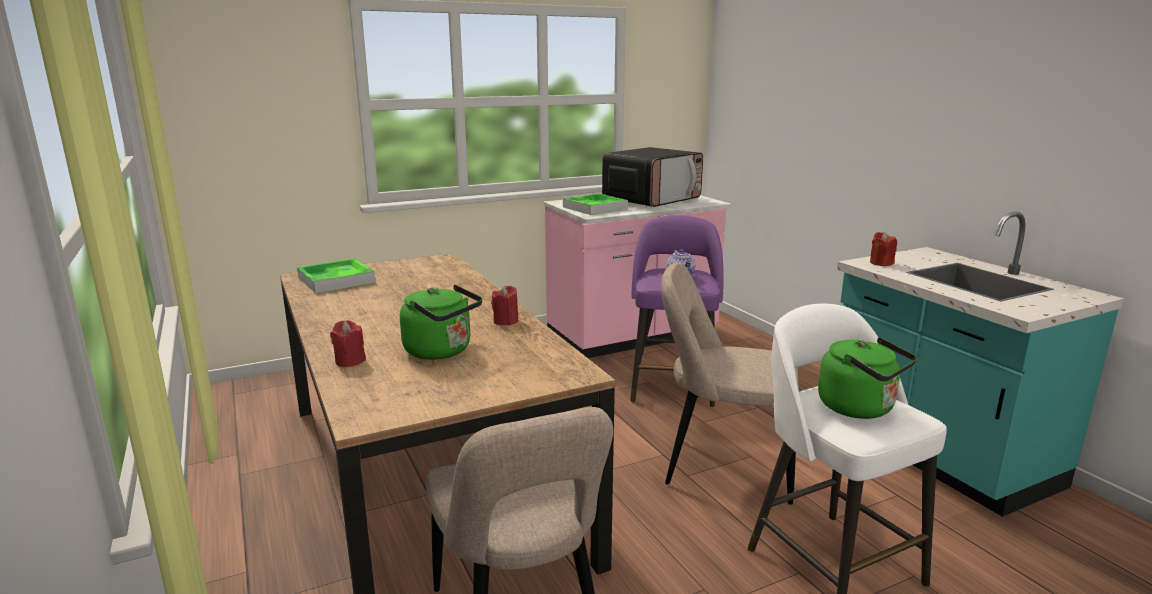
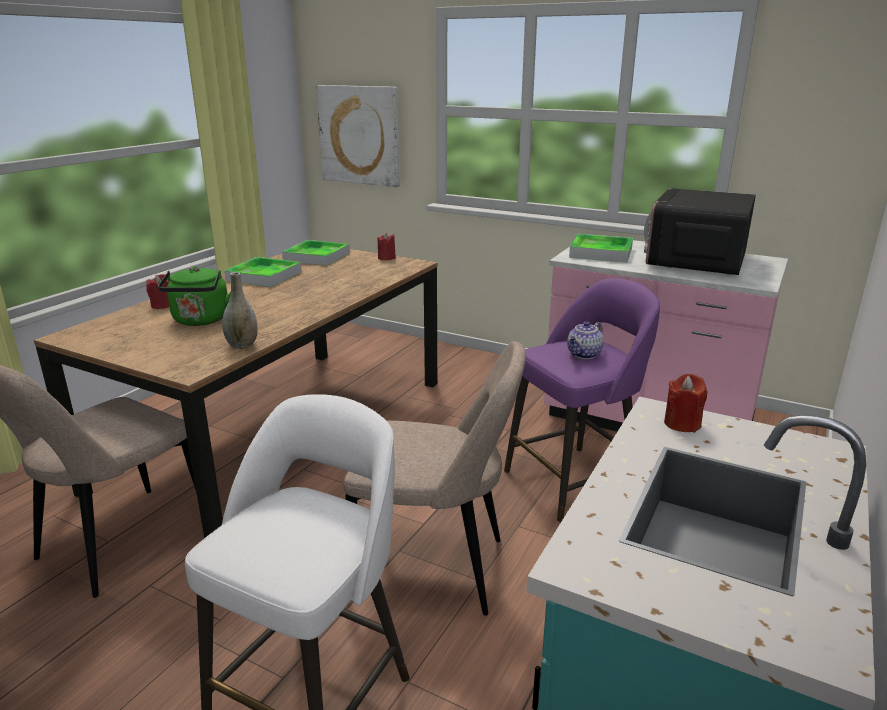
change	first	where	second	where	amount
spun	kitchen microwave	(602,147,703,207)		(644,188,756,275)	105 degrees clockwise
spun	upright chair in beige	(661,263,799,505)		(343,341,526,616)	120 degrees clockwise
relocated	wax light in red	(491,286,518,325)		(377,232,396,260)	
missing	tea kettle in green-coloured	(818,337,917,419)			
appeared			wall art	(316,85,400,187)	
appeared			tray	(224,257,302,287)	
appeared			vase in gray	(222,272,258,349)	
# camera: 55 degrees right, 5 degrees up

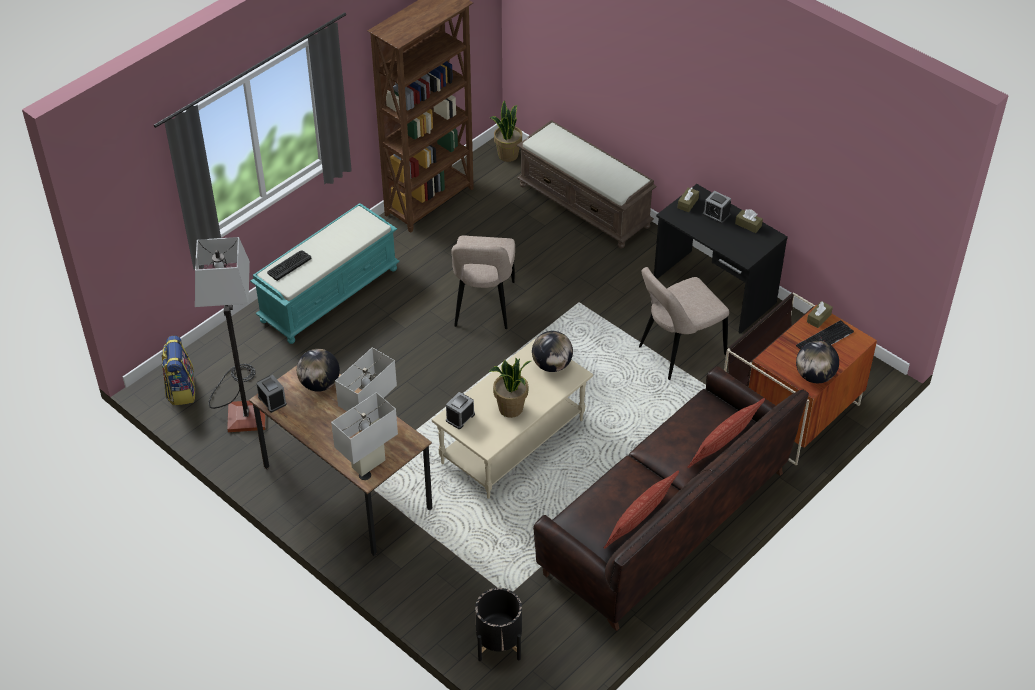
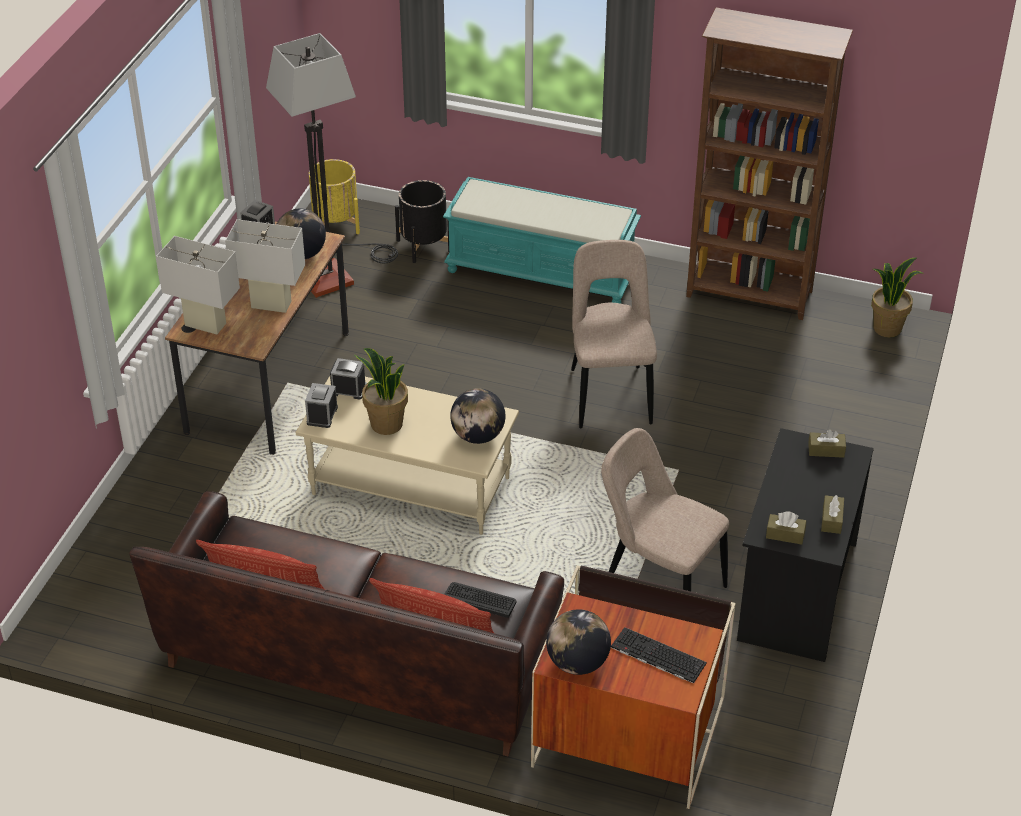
change	first	where	second	where	amount
missing	long seat in brown-coloured	(517,120,657,248)			
relocated	bedside clock	(702,191,731,224)		(305,383,338,428)	
spun	upright chair in beige	(451,235,515,329)		(571,240,657,428)	105 degrees clockwise
relocated	PC keyboard	(267,250,312,281)		(444,582,516,618)	
relocated	tissue holder in brown-coloured	(807,301,833,328)		(766,511,806,545)	
exchanged	knapsack	(162,335,195,405)	planter in yellow	(309,159,360,234)	
relocated	planter in black	(475,588,522,661)		(395,180,449,263)	
# camera: 65 degrees right, 5 degrees down

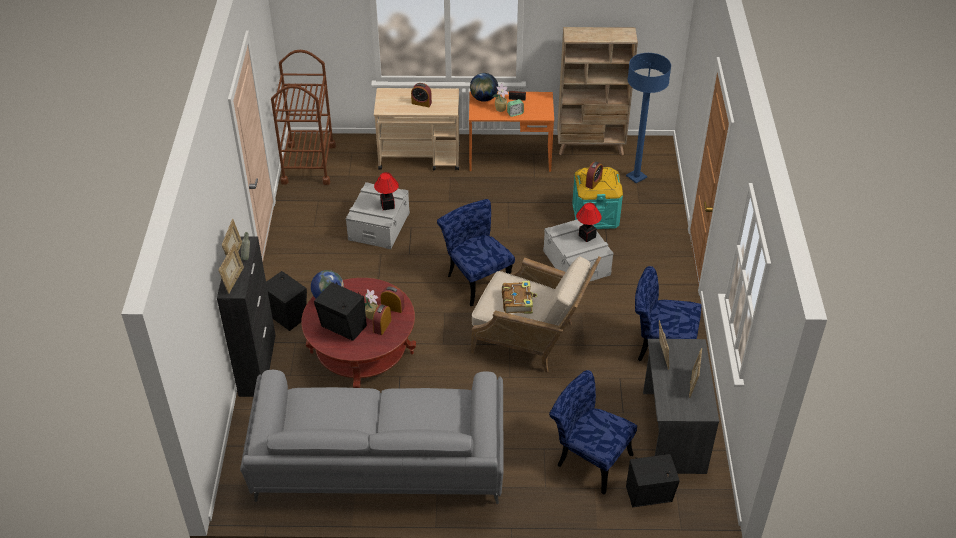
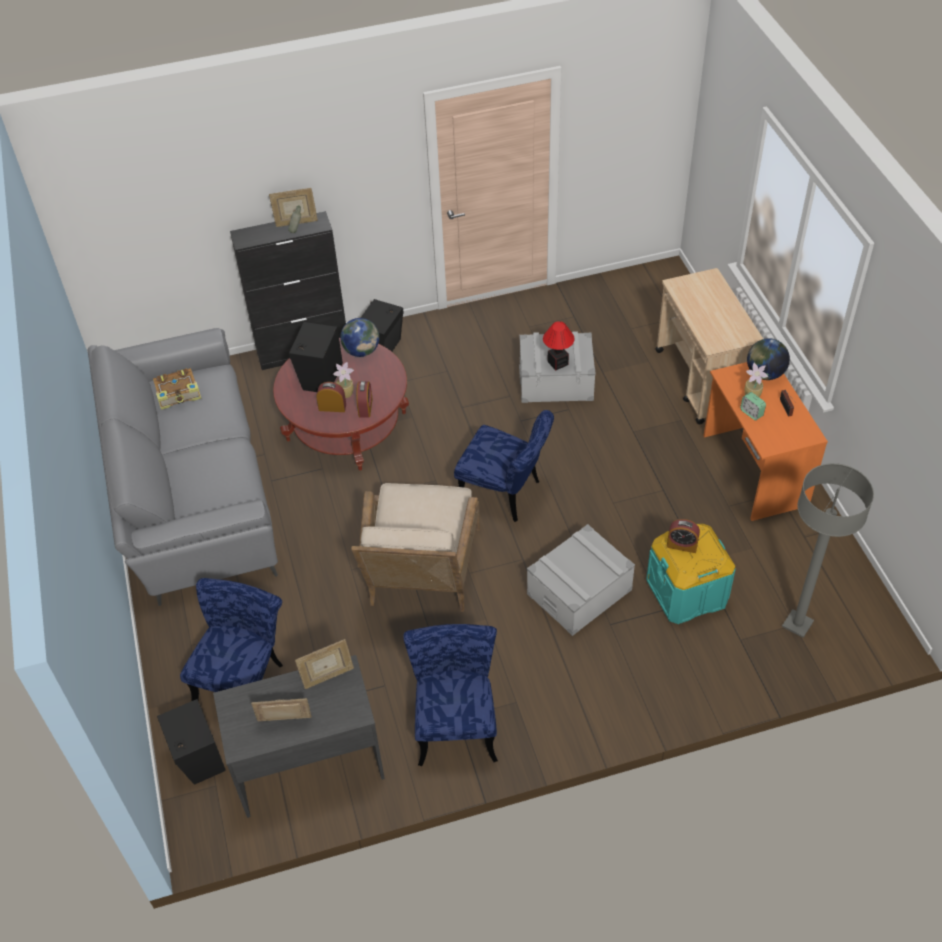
change	first	where	second	where	amount
missing	shelving unit in beige	(557,27,638,155)			
missing	trolley in brown-coloured	(271,50,336,185)			
colour	floor lamp in bluish	(626,53,671,183)	floor lamp in gray	(782,463,874,638)	
missing	bedside clock	(411,83,432,107)			
spun	upright chair in bluish	(437,199,515,306)		(454,410,554,522)	75 degrees clockwise
missing	table lamp	(576,203,601,242)			
missing	standing frame	(218,243,244,294)			
relocated	bound book	(502,281,538,314)		(153,368,202,410)	
# camera: 75 degrees right, 5 degrees up

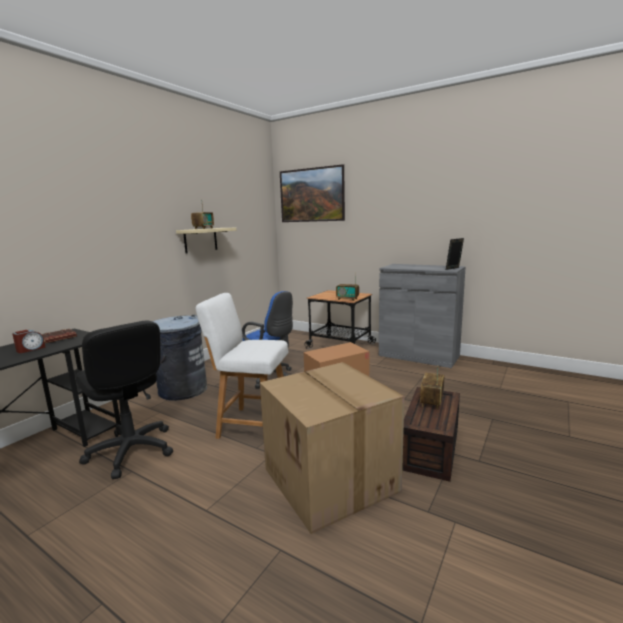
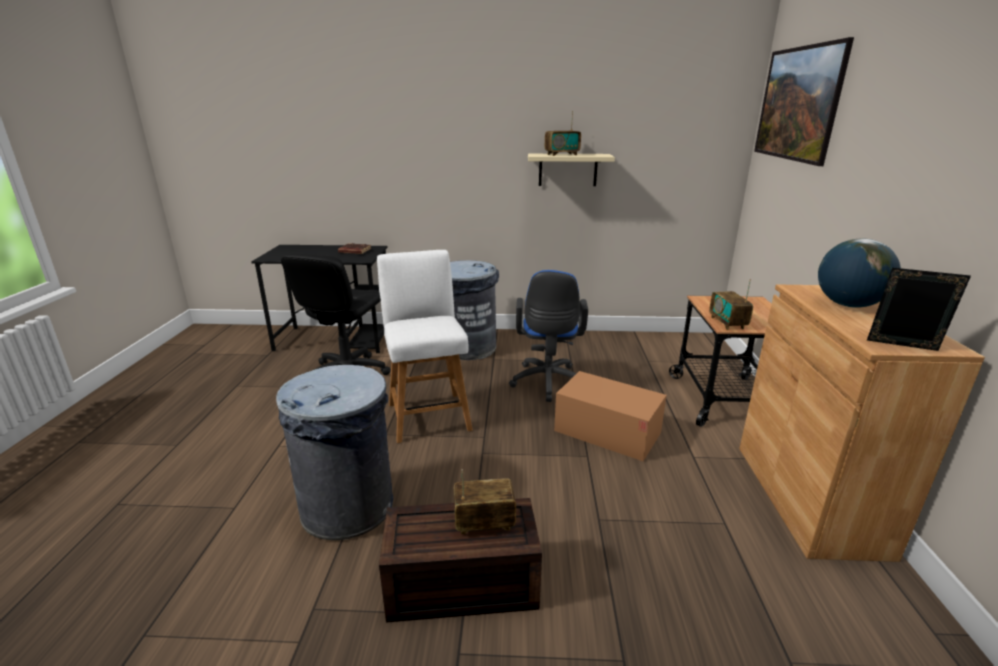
change	first	where	second	where	amount
colour	storage cabinet in gray	(379,264,466,368)	storage cabinet in brown-coloured	(739,285,985,562)	
missing	bedside clock	(12,330,45,353)			
exchanged	cardboard box	(260,362,405,534)	rubbish bin in gray	(276,365,393,540)	
appeared			desk globe	(818,239,901,308)	
# camera: 60 degrees right, 10 degrees up

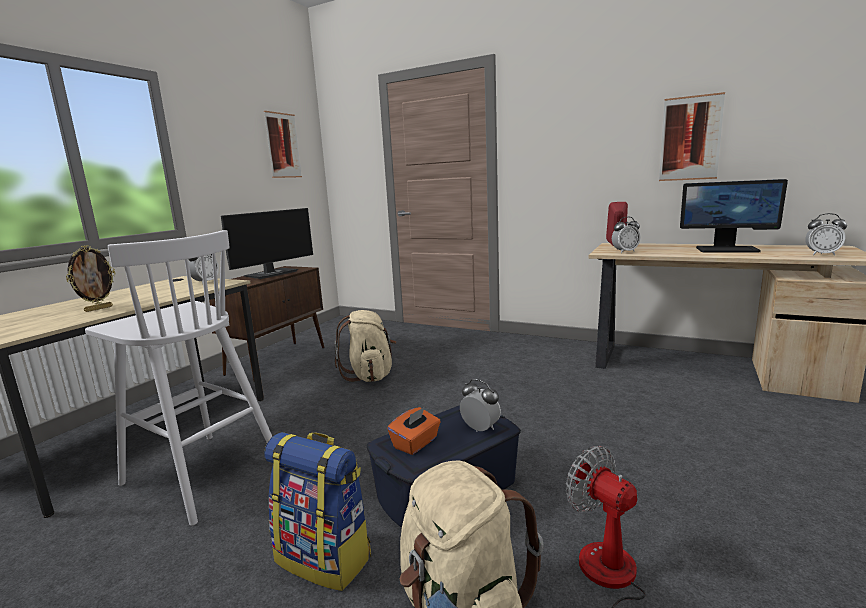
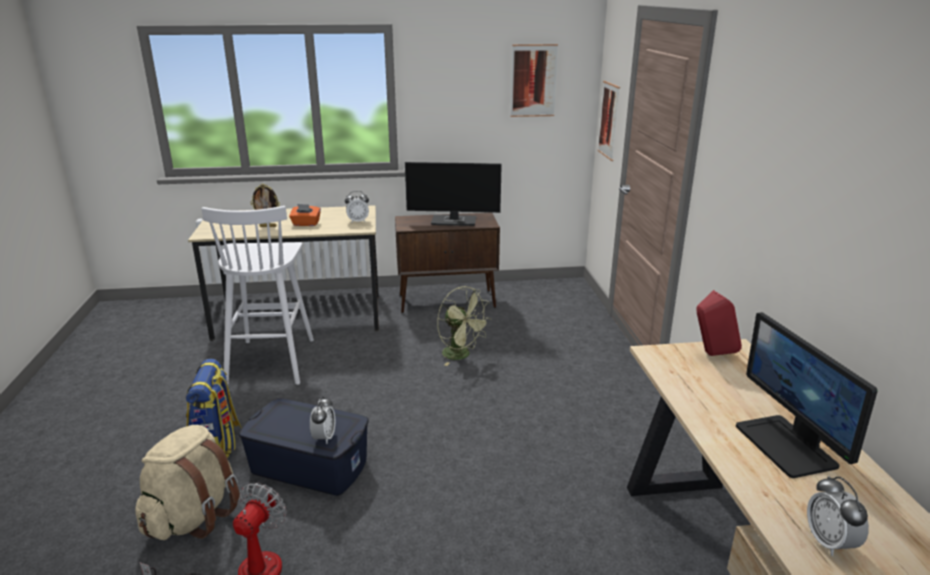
change	first	where	second	where	amount
relocated	wall art	(659,92,725,181)		(597,81,620,161)	
missing	bedside clock	(612,217,640,253)			
exchanged	knapsack in beige	(334,310,397,382)	electric fan in green-coloured	(437,286,491,366)	
relocated	tissue holder in orangey	(387,407,441,455)		(289,204,321,226)	
# camera: 55 degrees right, 10 degrees up

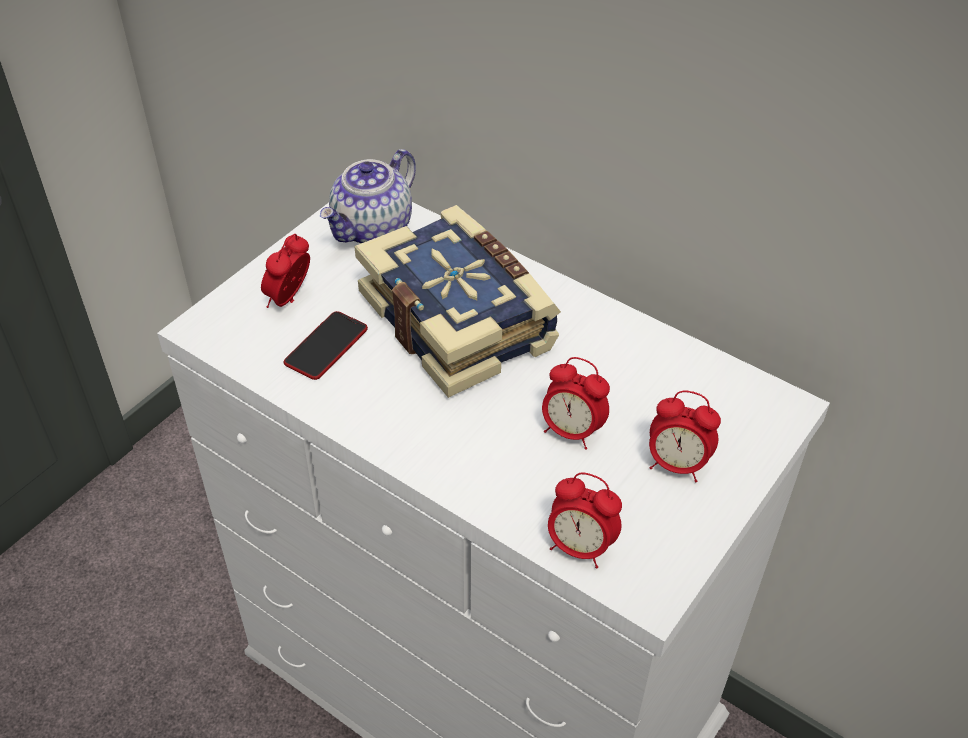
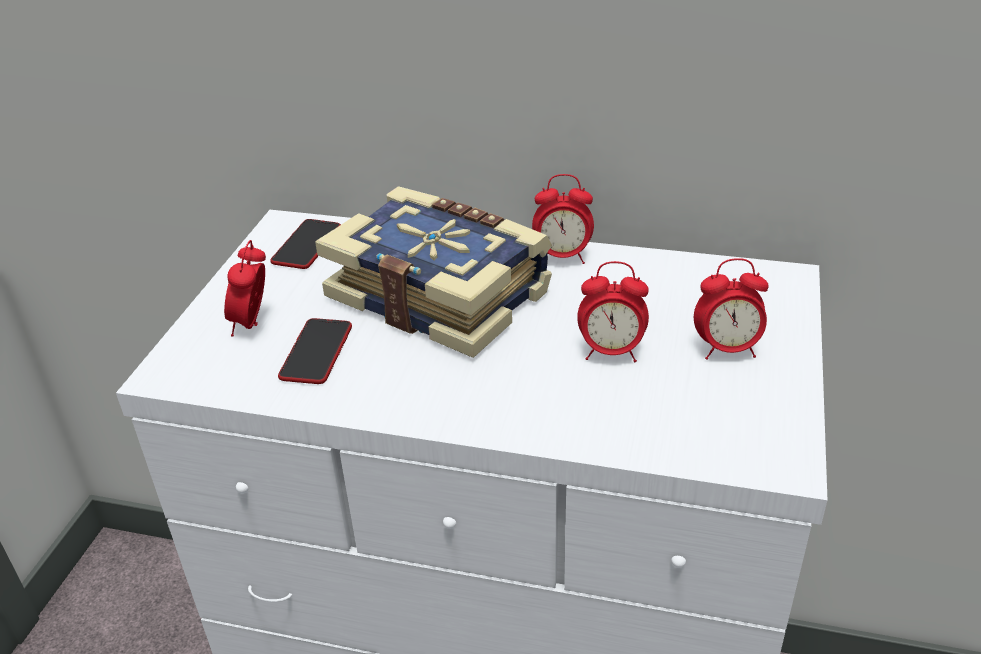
change	first	where	second	where	amount
exchanged	teapot	(320,149,416,244)	handset	(270,219,341,269)	
relocated	bedside clock	(548,472,622,568)		(532,174,594,264)	
# camera: 20 degrees left, 10 degrees down

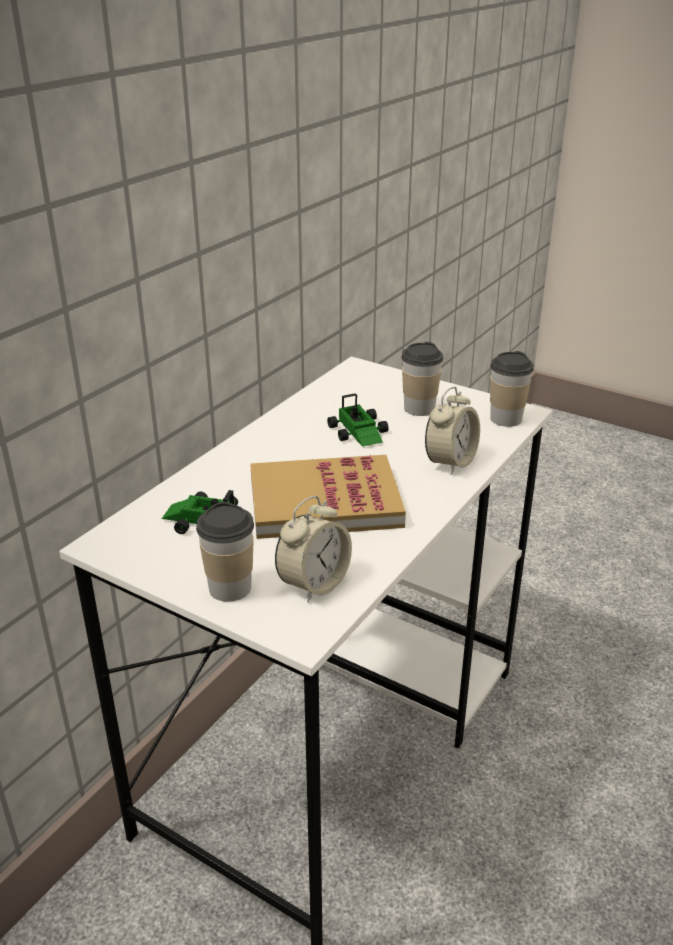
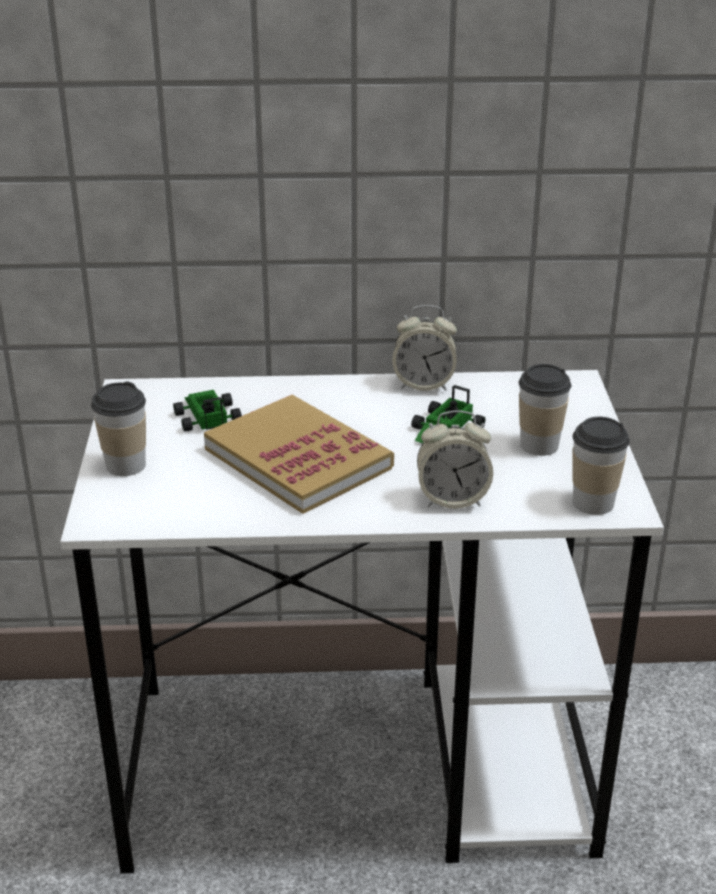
change	first	where	second	where	amount
relocated	bedside clock	(275,496,352,603)		(392,305,457,391)	
# camera: 55 degrees right, 0 degrees up

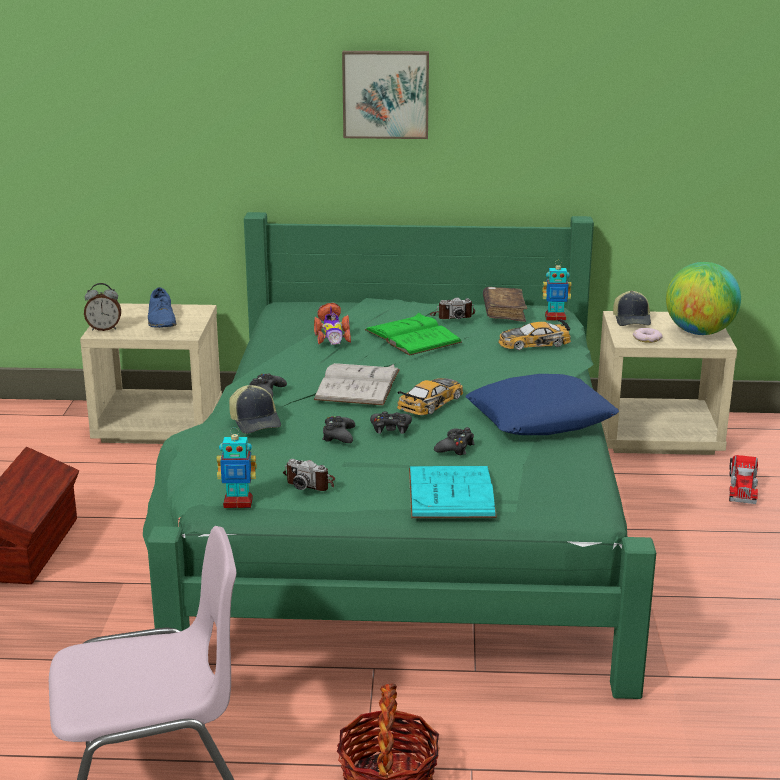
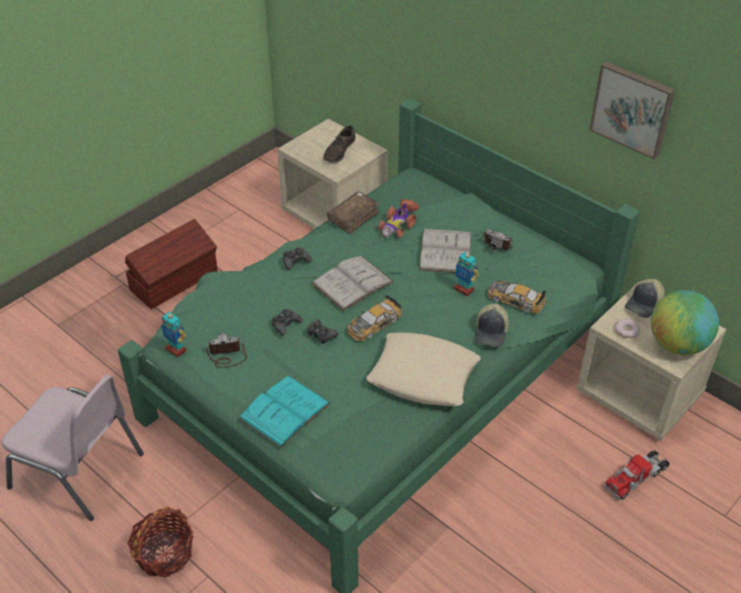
change	first	where	second	where	amount
relocated	wall art	(342,51,429,139)		(589,61,675,159)	
relocated	model robot	(542,260,571,321)		(454,250,479,296)	
missing	bedside clock	(84,283,121,331)			
colour	item of footwear in bluish	(148,287,176,328)	item of footwear in brown-coloured	(323,125,355,163)	
relocated	bound book in brown-coloured	(483,287,527,322)		(327,191,380,234)	
colour	bound book in green-coloured	(365,313,462,356)	bound book in whitish	(419,229,471,273)	
colour	throw pillow in bluish	(465,374,619,435)	throw pillow in beige	(366,332,481,406)	
spun	miniature car	(397,378,463,415)		(347,295,402,341)	150 degrees clockwise
relocated	baseball cap	(229,385,281,434)		(474,303,509,347)	
missing	gamepad in black	(434,427,475,455)			
spun	still camera	(283,459,335,491)		(206,333,247,368)	105 degrees clockwise
# camera: 40 degrees right, 20 degrees up

